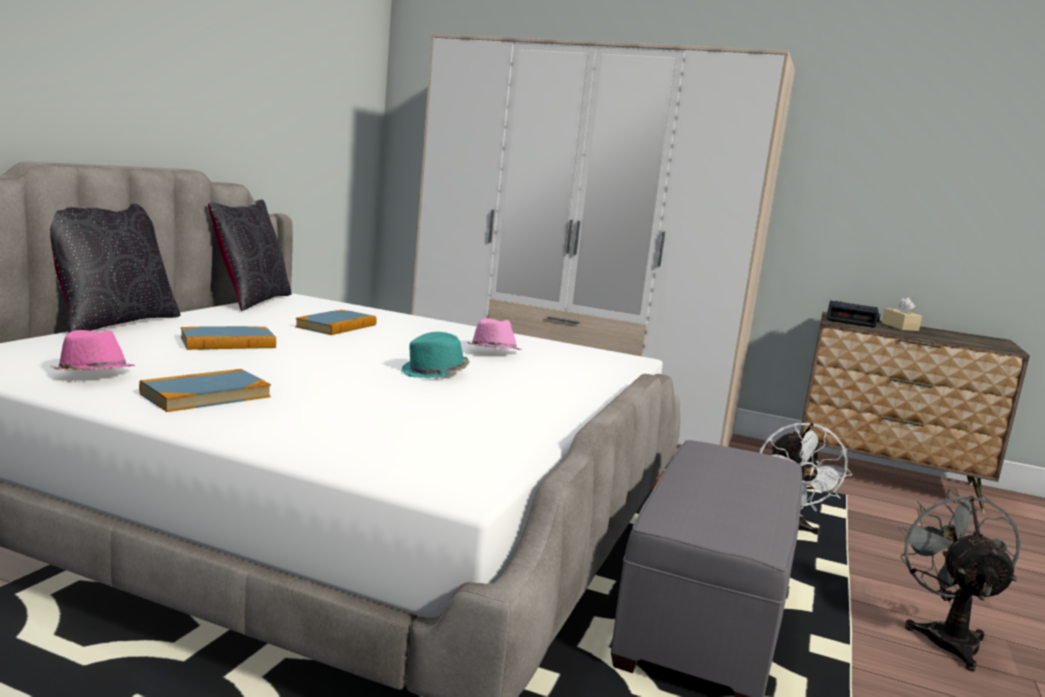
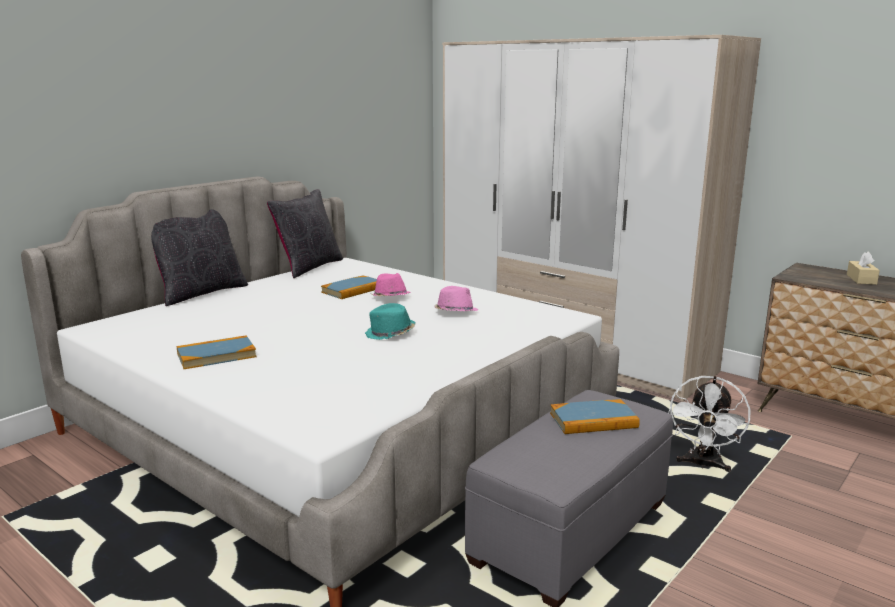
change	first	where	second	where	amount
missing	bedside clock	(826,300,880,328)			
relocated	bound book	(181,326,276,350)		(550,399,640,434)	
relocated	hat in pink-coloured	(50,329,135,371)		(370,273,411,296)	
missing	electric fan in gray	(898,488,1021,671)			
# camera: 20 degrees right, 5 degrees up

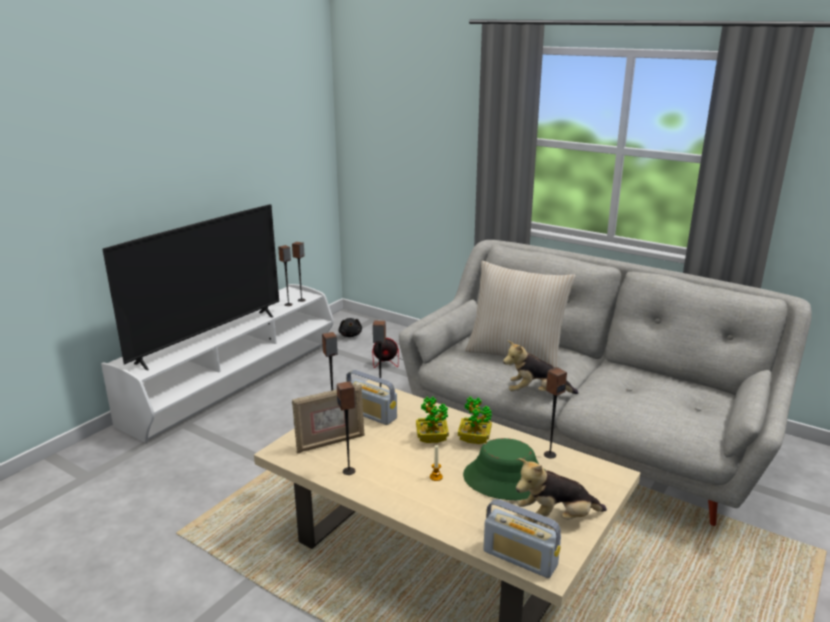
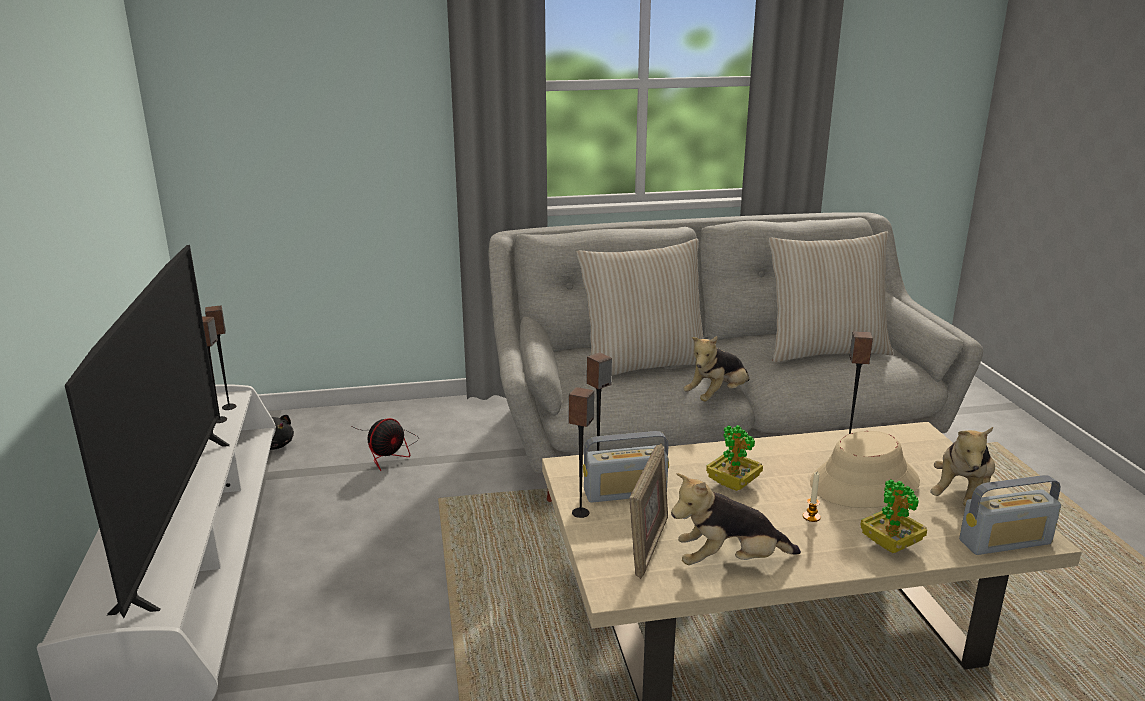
change	first	where	second	where	amount
exchanged	speaker	(337,381,355,475)	soft toy	(671,473,801,565)	
relocated	houseplant	(458,396,492,444)		(860,480,927,553)	
colour	hat in green-coloured	(463,438,545,500)	hat in beige	(810,431,920,508)	
appeared			throw pillow in beige	(769,232,893,362)	
# camera: 45 degrees left, 0 degrees up

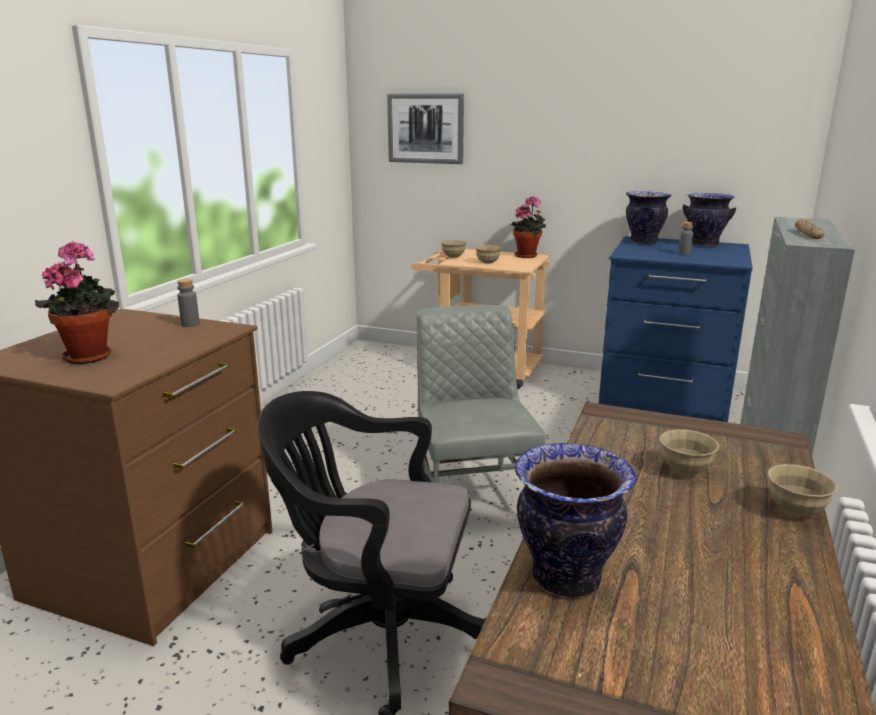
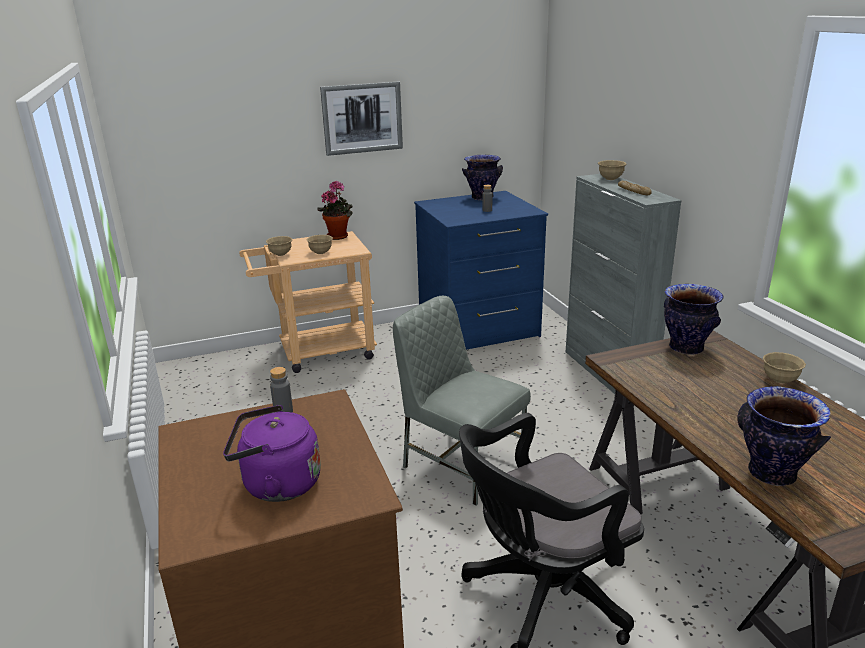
change	first	where	second	where	amount
relocated	wall art	(387,94,464,164)		(320,82,403,156)	
relocated	vase	(626,191,672,244)		(664,284,723,355)	
exchanged	houseplant	(35,241,119,364)	tea kettle in purple	(223,405,321,502)	
relocated	bowl in beige	(659,429,720,475)		(598,160,626,180)	
# camera: 40 degrees left, 5 degrees up

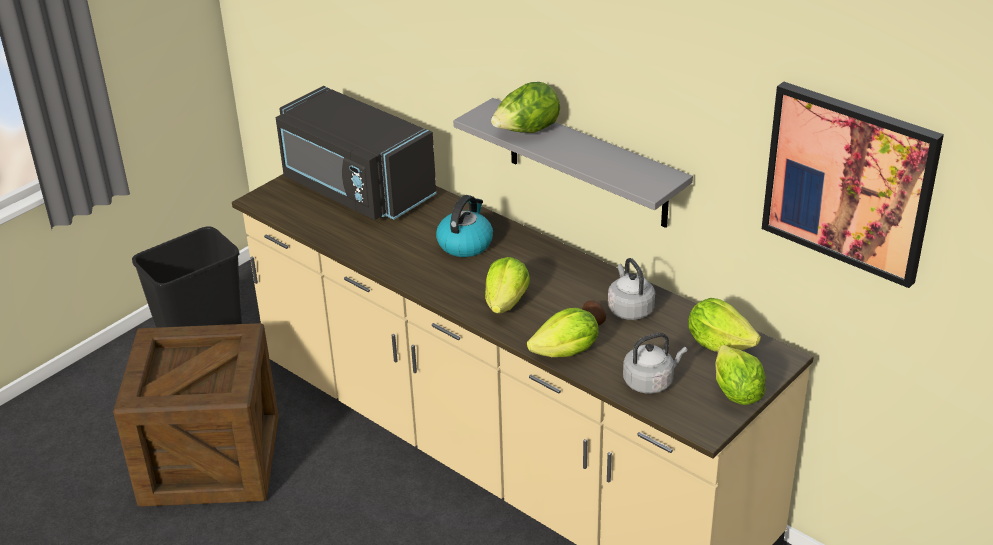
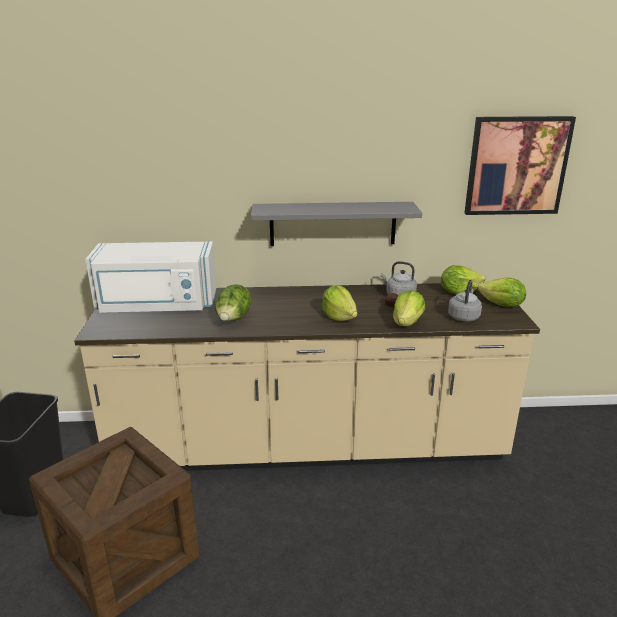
change	first	where	second	where	amount
relocated	lettuce head	(491,82,560,133)		(215,284,252,321)	
colour	kitchen microwave in black	(276,86,436,220)	kitchen microwave in whitish	(85,241,217,313)	
missing	tea kettle	(436,195,493,257)			
# camera: 45 degrees left, 10 degrees down

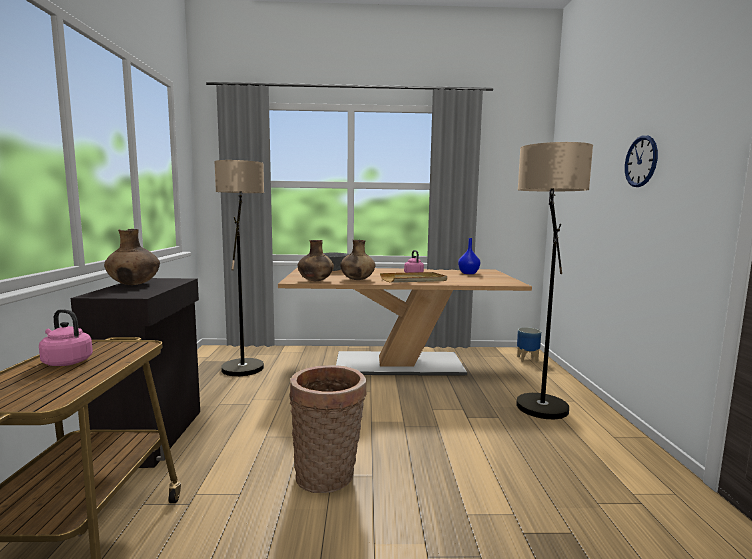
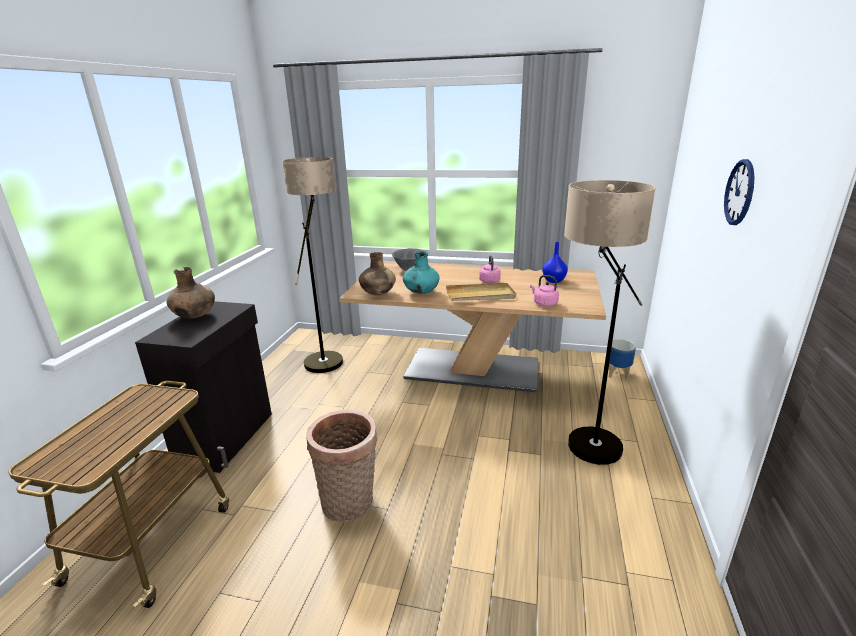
change	first	where	second	where	amount
colour	vase in brown-coloured	(340,240,376,280)	vase in turquoise	(403,251,440,294)	
relocated	tea kettle in pink-coloured	(39,309,93,366)		(530,275,559,306)	
# camera: 15 degrees right, 15 degrees up

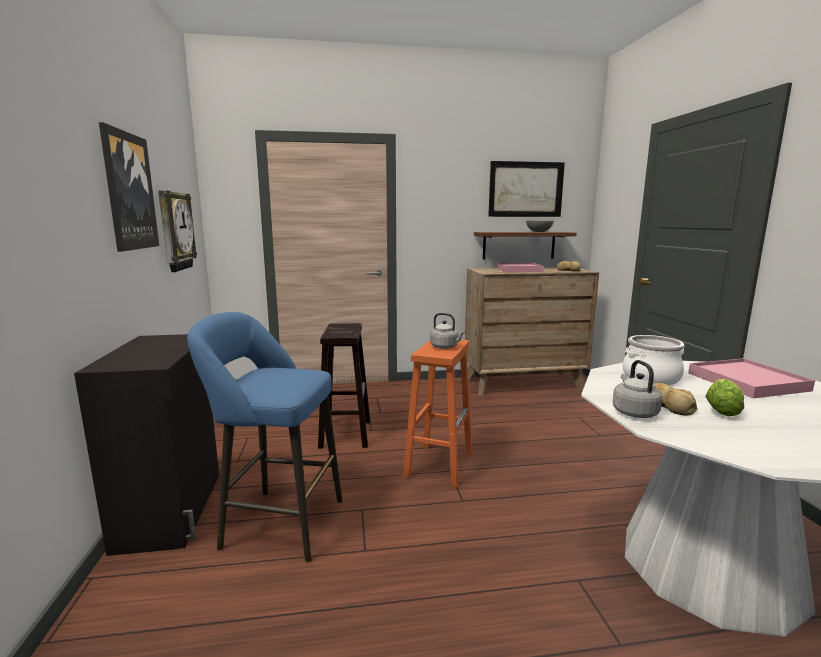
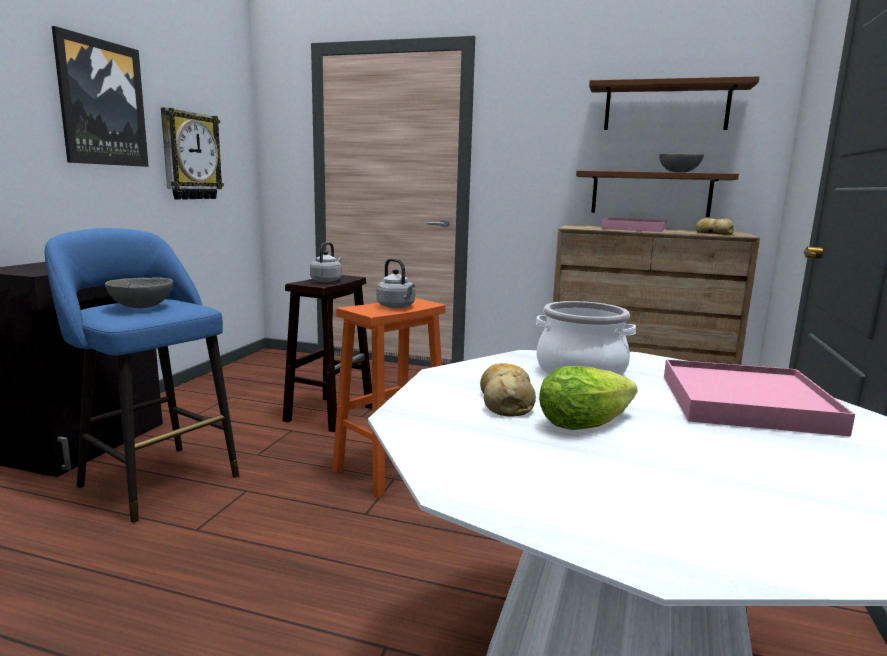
change	first	where	second	where	amount
exchanged	wall art	(488,161,565,217)	bracket shelf in brown-coloured	(589,76,759,130)	
relocated	tea kettle in gray	(613,360,662,418)		(310,242,342,282)	
appeared			bowl in gray	(105,277,173,308)	
# camera: 25 degrees right, 0 degrees up

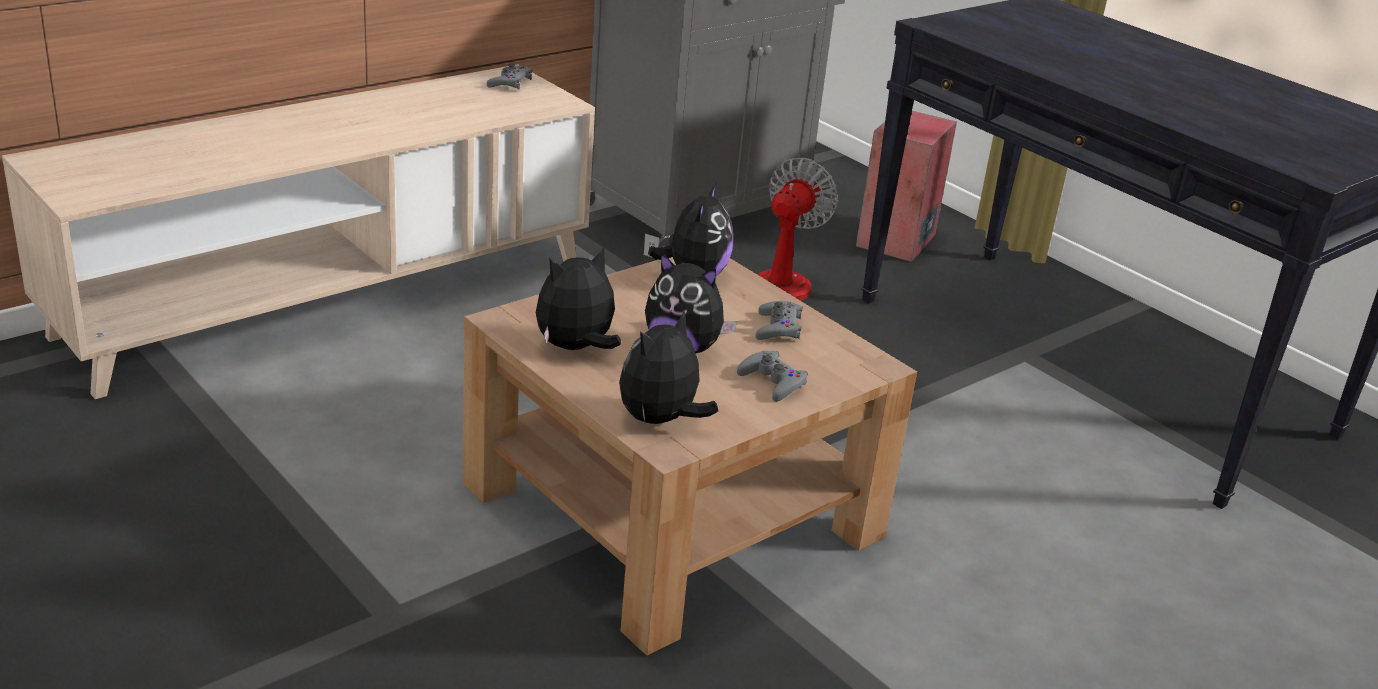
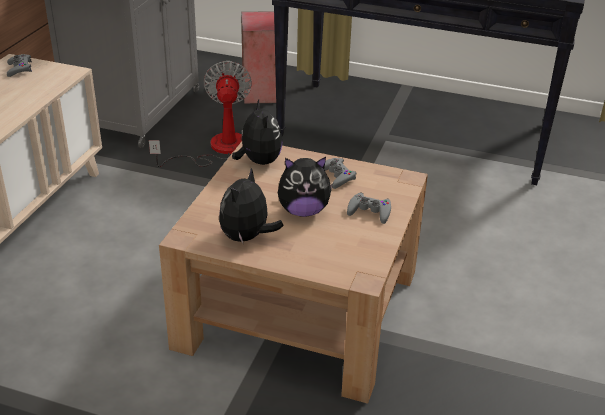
change	first	where	second	where	amount
missing	soft toy	(619,310,718,425)			
# camera: 30 degrees left, 5 degrees up

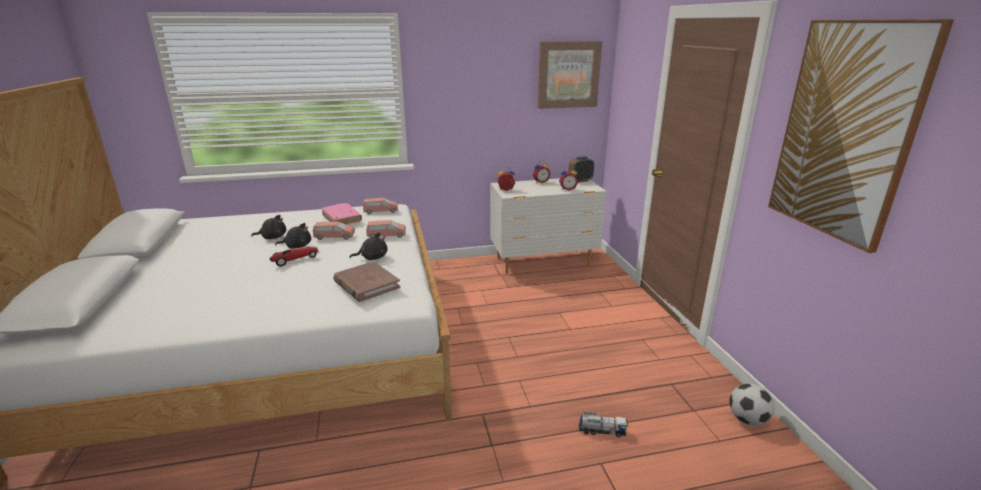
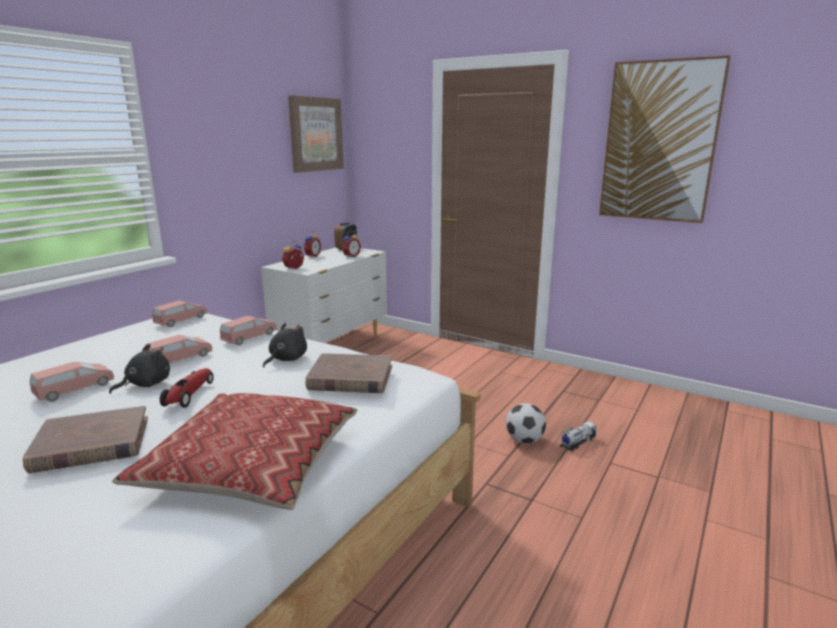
change	first	where	second	where	amount
missing	bound book in pink-coloured	(322,203,362,225)			
exchanged	soft toy in black	(251,215,286,239)	miniature car in pink-coloured	(30,362,114,402)	
relocated	football ball	(729,383,775,426)		(506,403,546,444)	
appeared			throw pillow	(112,393,357,510)	
appeared			bound book in brown-coloured	(23,406,148,474)	
# camera: 45 degrees left, 5 degrees down

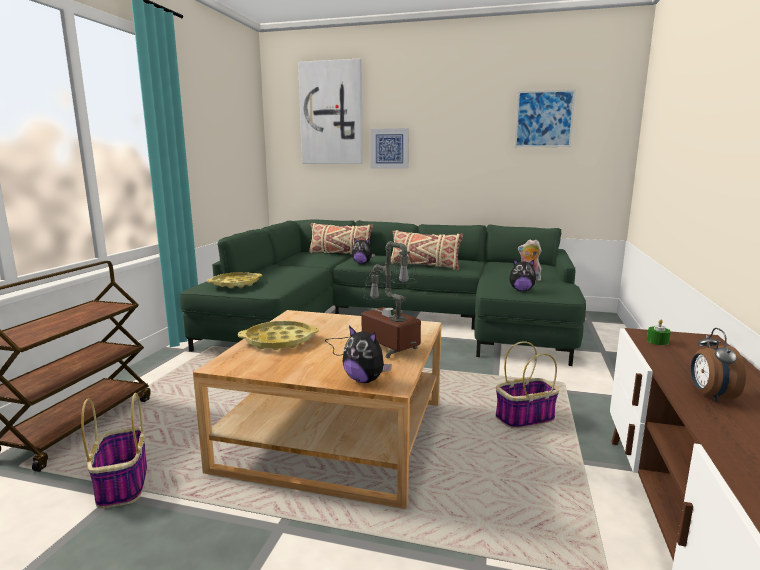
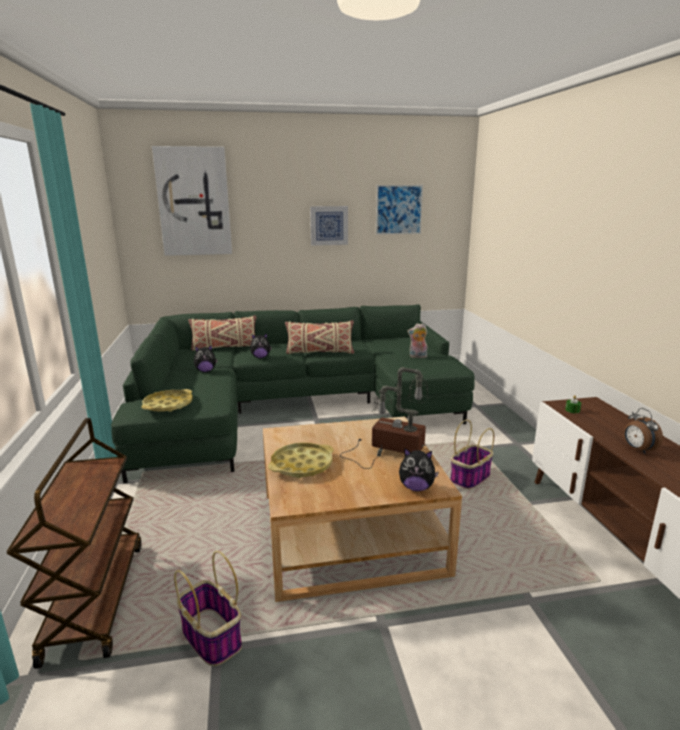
change	first	where	second	where	amount
relocated	wall art	(370,128,409,169)		(310,206,348,246)	
relocated	soft toy	(509,259,537,291)		(194,345,218,372)	
# camera: 25 degrees left, 5 degrees up

